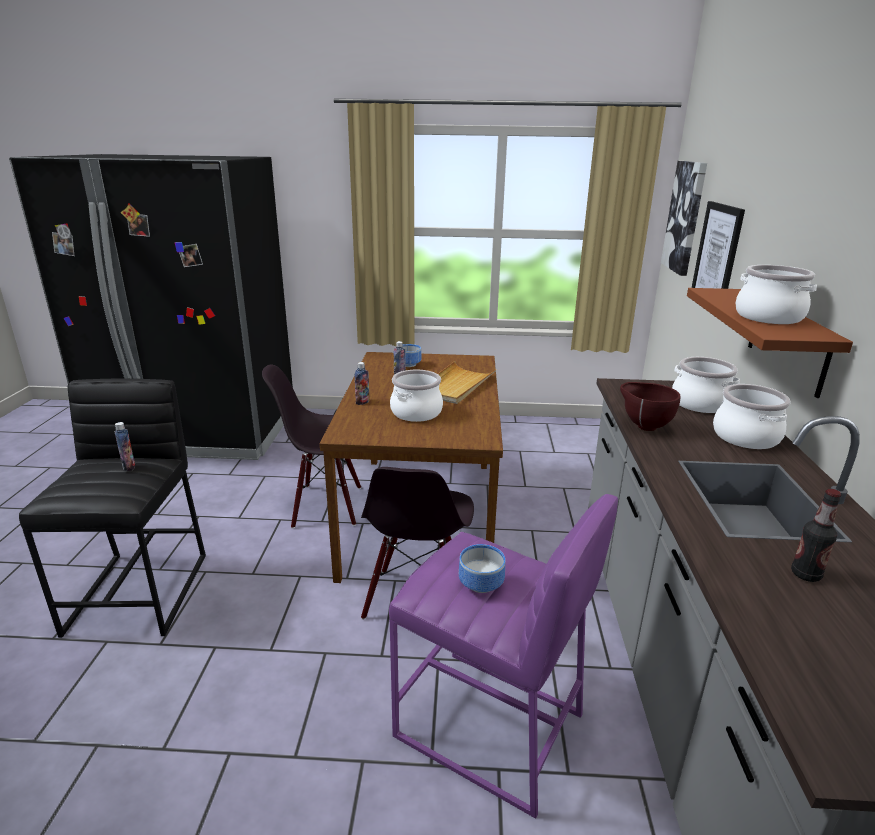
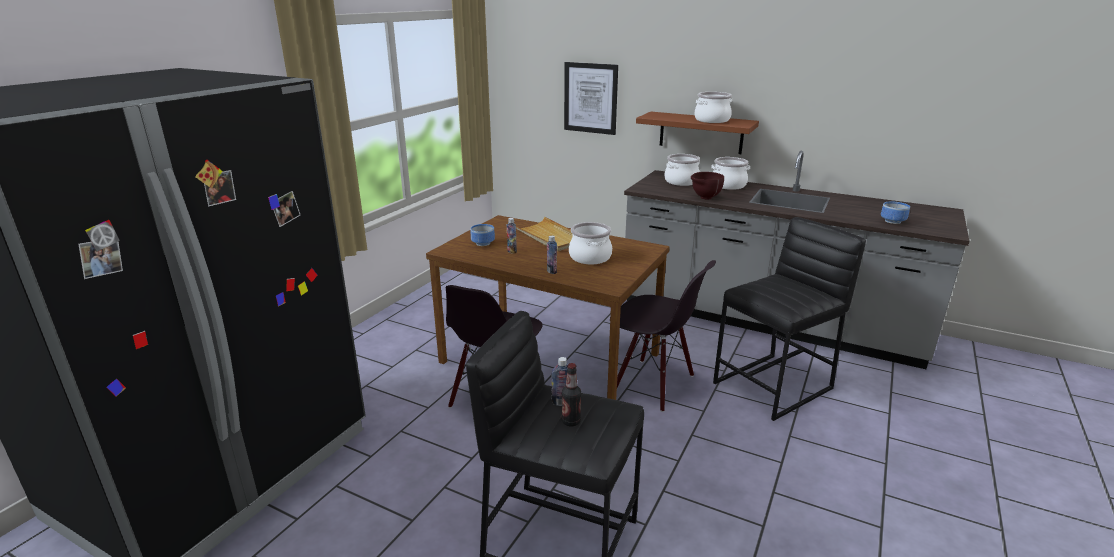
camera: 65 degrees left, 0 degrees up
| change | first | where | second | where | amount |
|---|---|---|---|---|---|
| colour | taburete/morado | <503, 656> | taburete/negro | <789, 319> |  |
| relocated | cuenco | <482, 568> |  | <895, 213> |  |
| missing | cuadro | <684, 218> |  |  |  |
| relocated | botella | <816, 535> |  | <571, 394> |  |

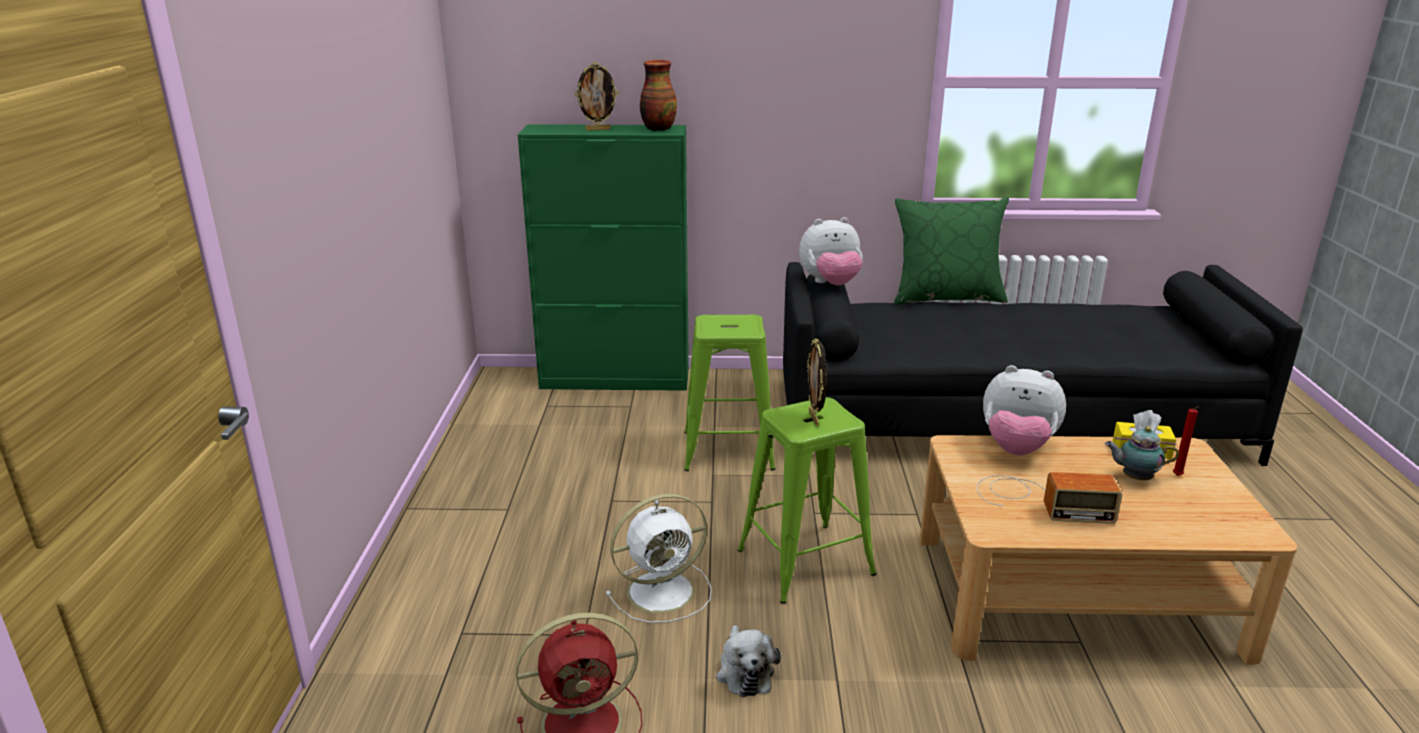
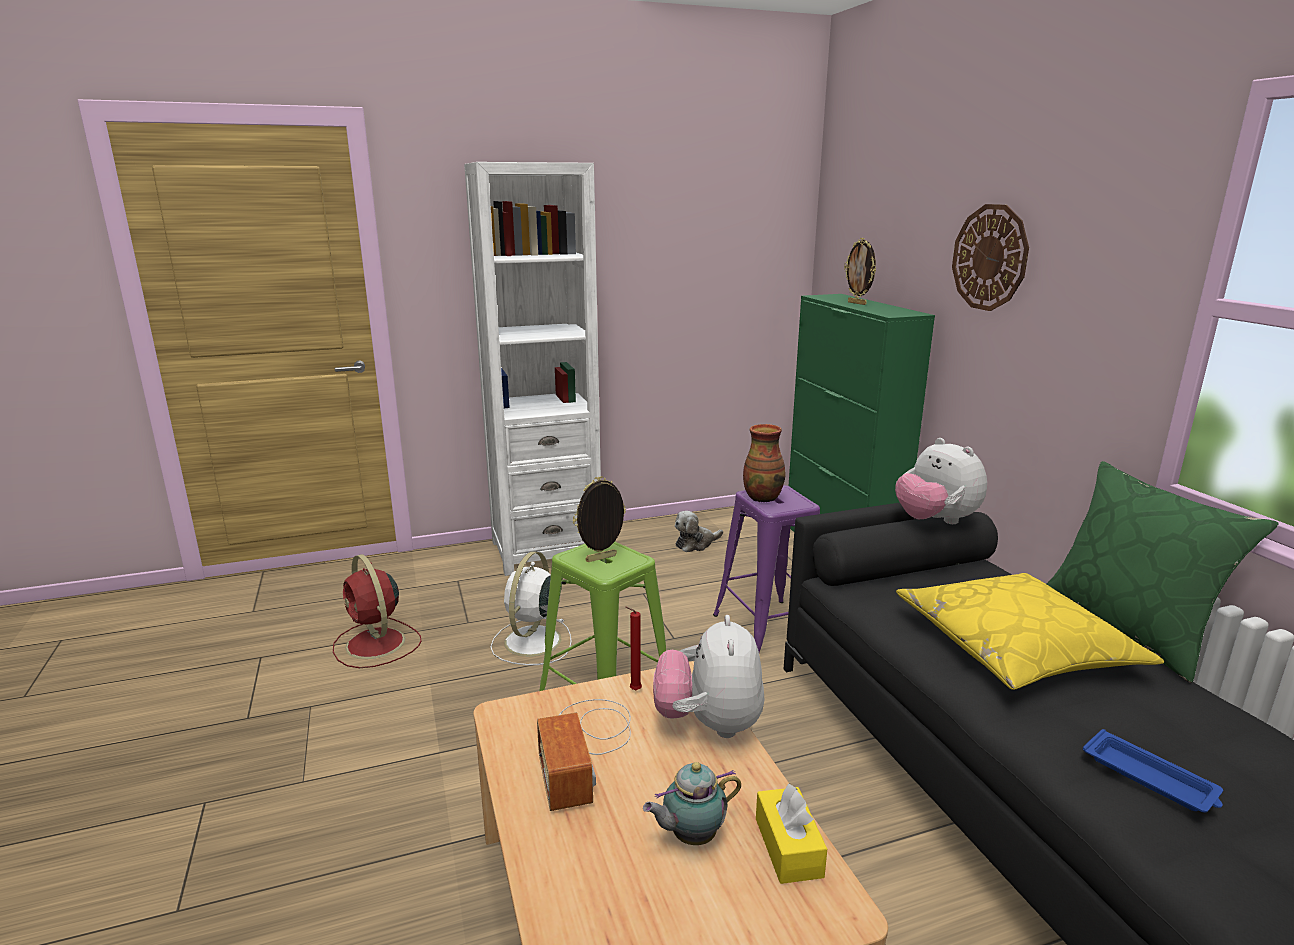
camera: 70 degrees right, 5 degrees down
| change | first | where | second | where | amount |
|---|---|---|---|---|---|
| spun | ventilador/blanco | <659, 558> |  | <531, 608> | 60 degrees clockwise |
| relocated | florero | <658, 95> |  | <764, 463> |  |
| colour | taburete/verde | <730, 392> | taburete/morado | <766, 568> |  |
| relocated | peluche | <748, 661> |  | <699, 531> |  |
| spun | tetera | <1142, 453> |  | <692, 803> | 105 degrees counterclockwise |
| relocated | vela/rojo | <1186, 441> |  | <633, 649> |  |
| appeared |  |  | estantería/blanco | <532, 369> |  |
| appeared |  |  | cojín/amarillo | <1030, 631> |  |
| appeared |  |  | reloj de pared | <990, 257> |  |
| appeared |  |  | bandeja/azul | <1153, 771> |  |

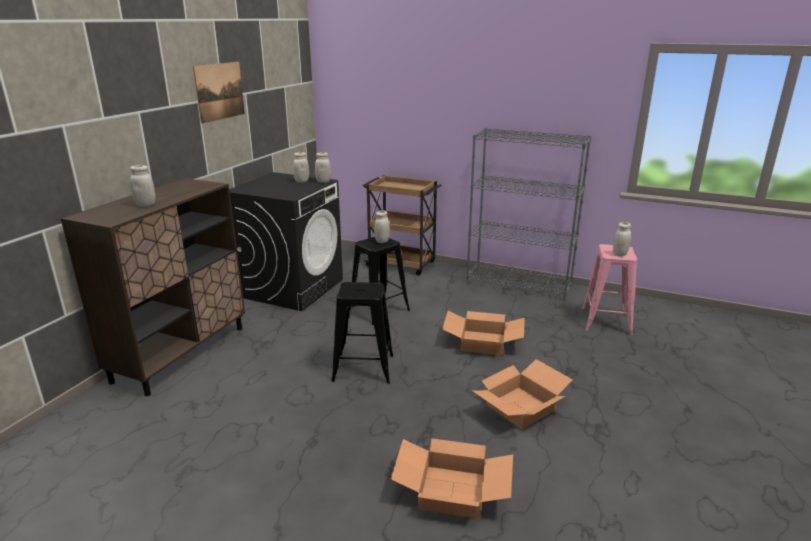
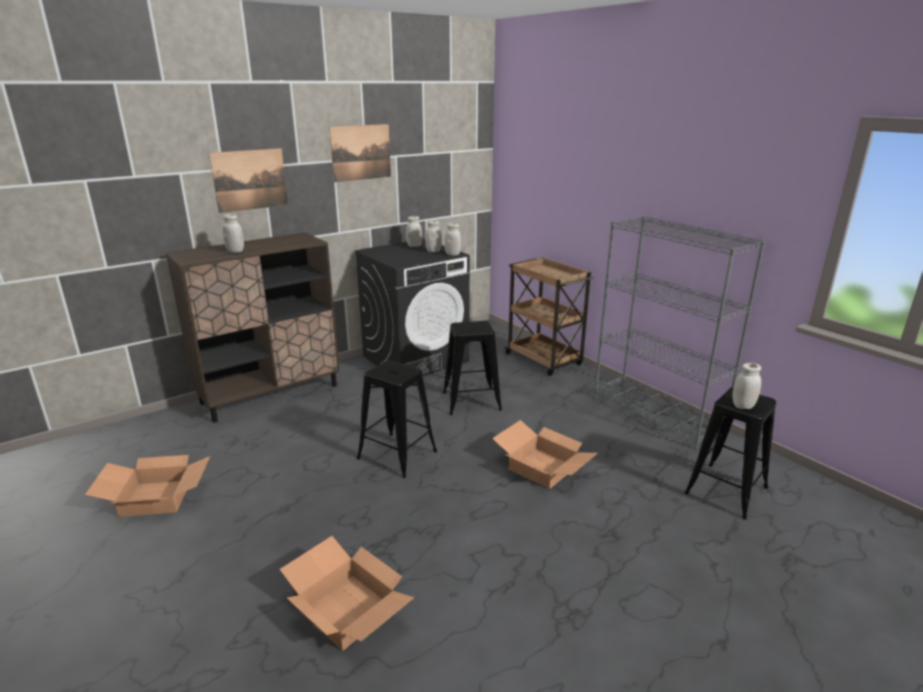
camera: 30 degrees right, 0 degrees up
| change | first | where | second | where | amount |
|---|---|---|---|---|---|
| relocated | tarro/blanco | <382, 226> |  | <414, 231> |  |
| relocated | caja de cartón | <523, 394> |  | <147, 486> |  |
| colour | taburete/rosa | <609, 289> | taburete/negro | <730, 453> |  |
| appeared |  |  | cuadro | <248, 180> |  |

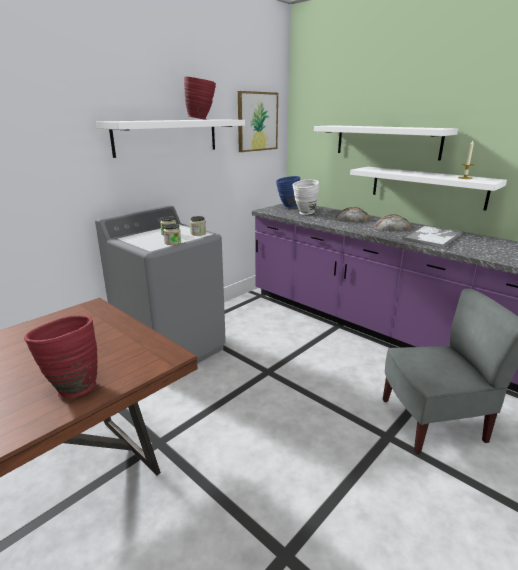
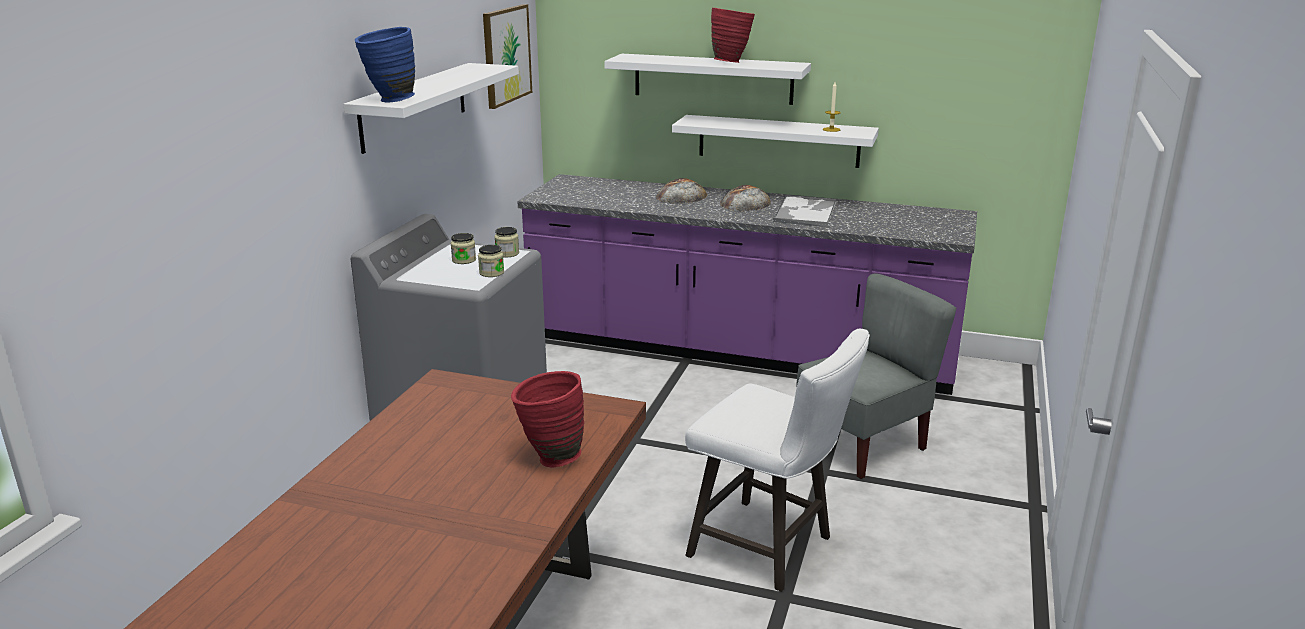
camera: 25 degrees left, 0 degrees up
| change | first | where | second | where | amount |
|---|---|---|---|---|---|
| relocated | florero/rojo | <200, 98> |  | <733, 35> |  |
| relocated | florero/azul | <288, 192> |  | <385, 64> |  |
| missing | florero/blanco | <305, 197> |  |  |  |
| appeared |  |  | taburete/blanco | <777, 460> |  |

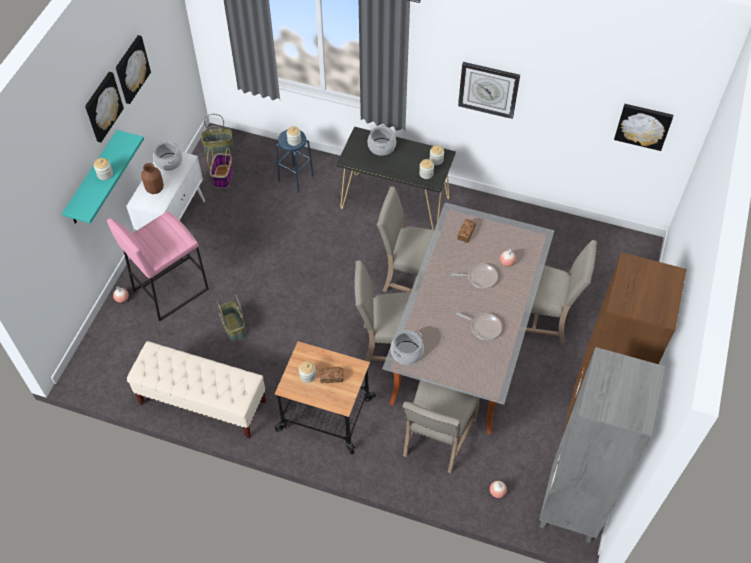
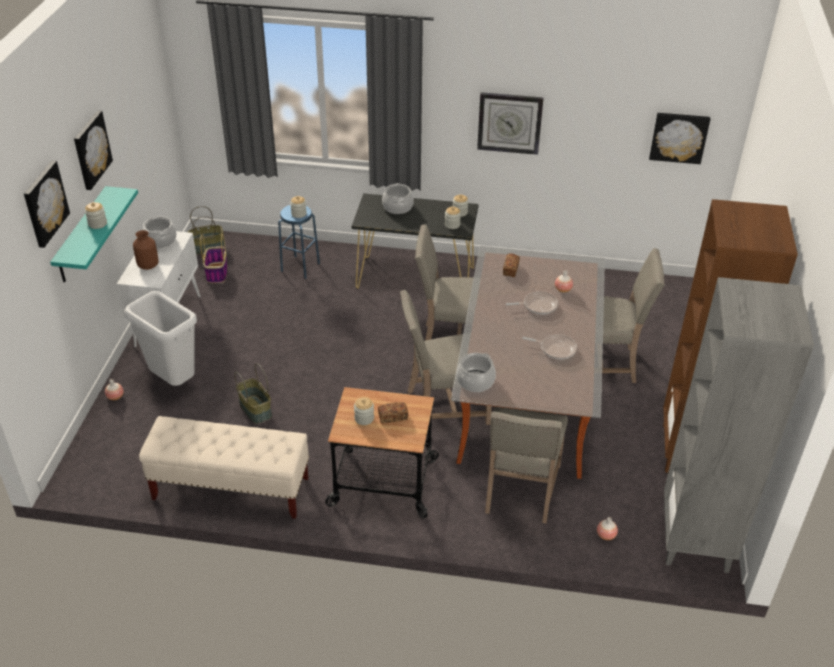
camera: 10 degrees left, 15 degrees down
| change | first | where | second | where | amount |
|---|---|---|---|---|---|
| exchanged | taburete/rosa | <158, 266> | papelera/blanco | <160, 338> |  |
| relocated | cuadro | <133, 69> |  | <47, 204> |  |

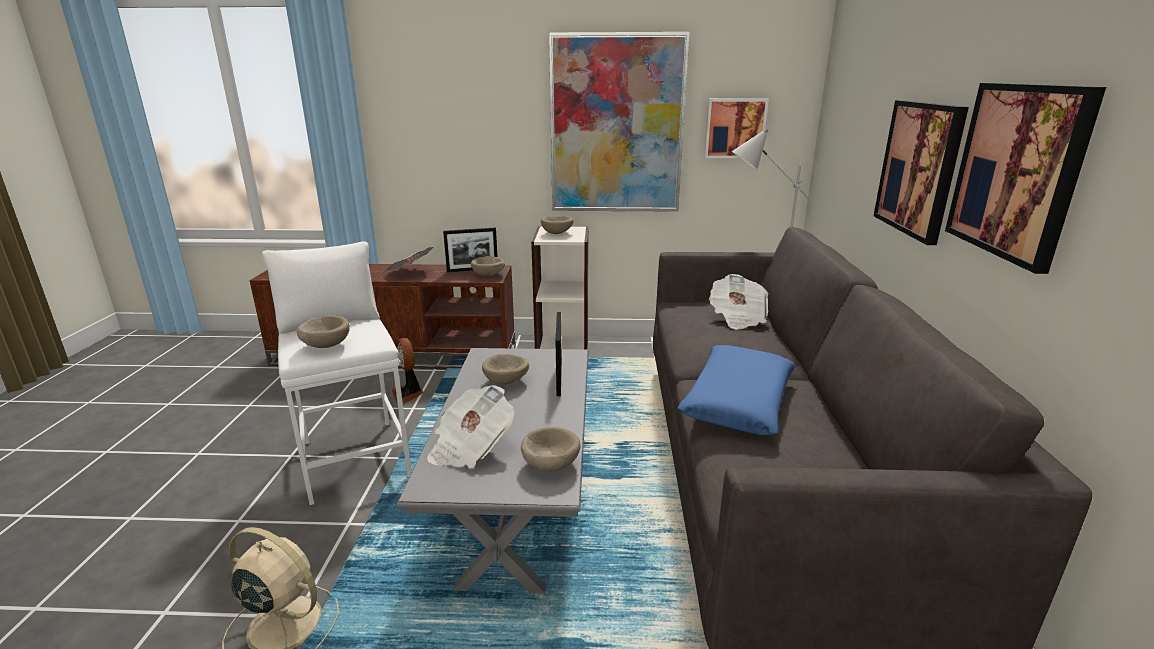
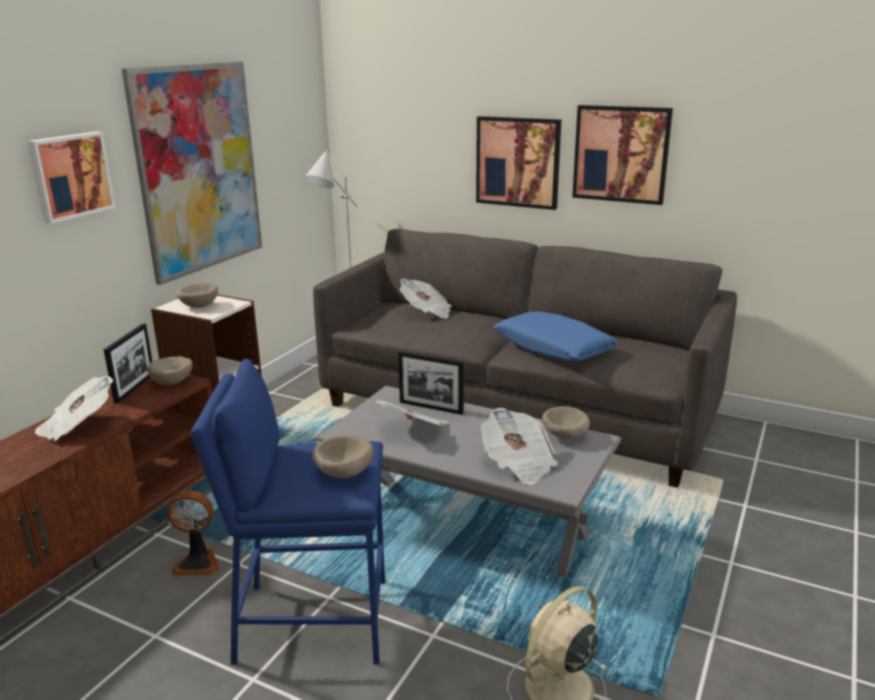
camera: 65 degrees left, 0 degrees up
| change | first | where | second | where | amount |
|---|---|---|---|---|---|
| colour | taburete/blanco | <337, 373> | taburete/azul | <288, 512> |  |
| exchanged | cuenco/beis | <505, 369> | periódico | <412, 413> |  |
| relocated | cuadro | <736, 128> |  | <71, 178> |  |

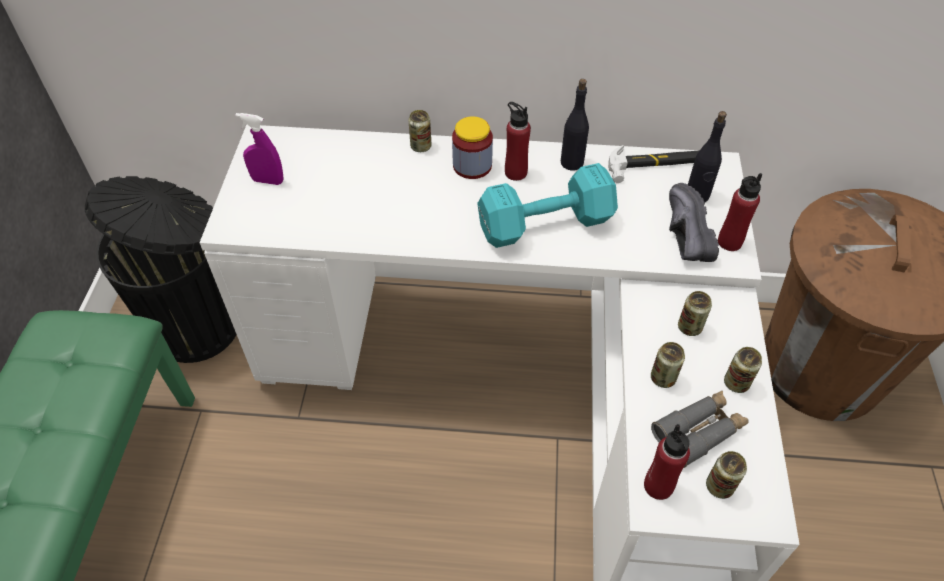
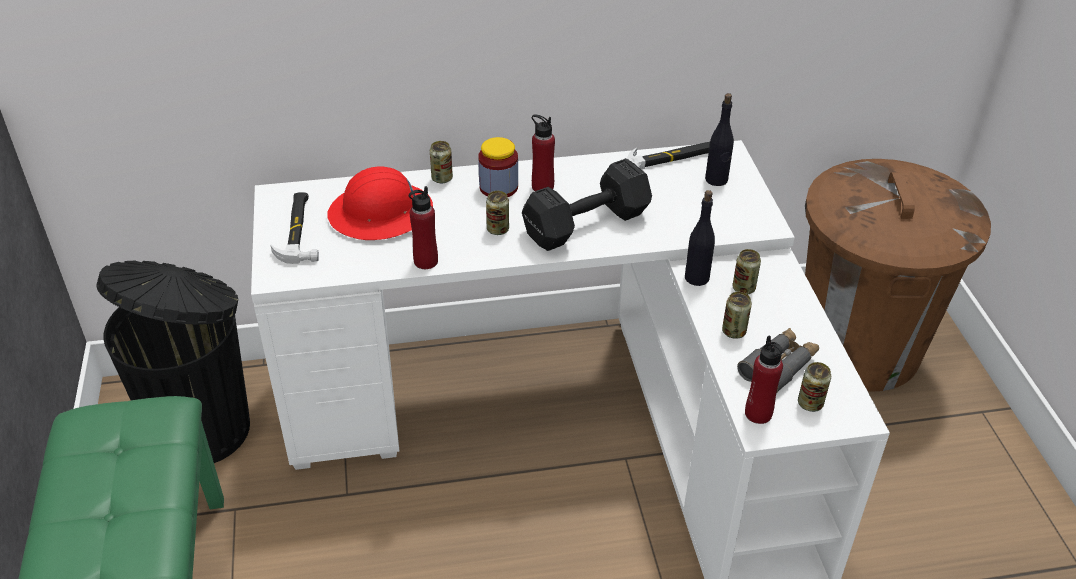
camera: 15 degrees left, 10 degrees down
| change | first | where | second | where | amount |
|---|---|---|---|---|---|
| exchanged | pulverizador/morado | <260, 149> | martillo | <295, 228> |  |
| colour | mancuerna/turquesa | <547, 205> | mancuerna/negro | <587, 204> |  |
| relocated | botella/negro | <575, 125> |  | <700, 238> |  |
| missing | zapato/negro | <694, 222> |  |  |  |
| relocated | botella/rojo | <740, 212> |  | <423, 227> |  |
| relocated | lata | <743, 370> |  | <497, 213> |  |
| appeared |  |  | casco/rojo | <380, 203> |  |

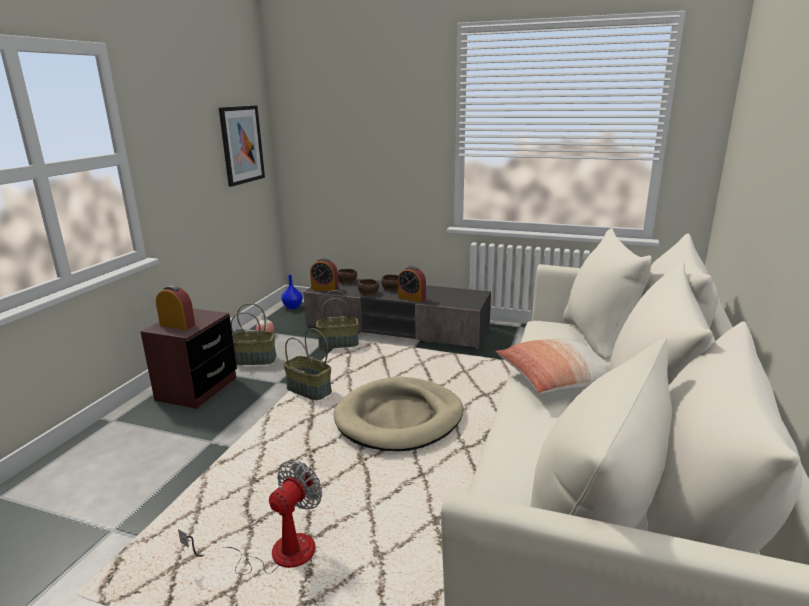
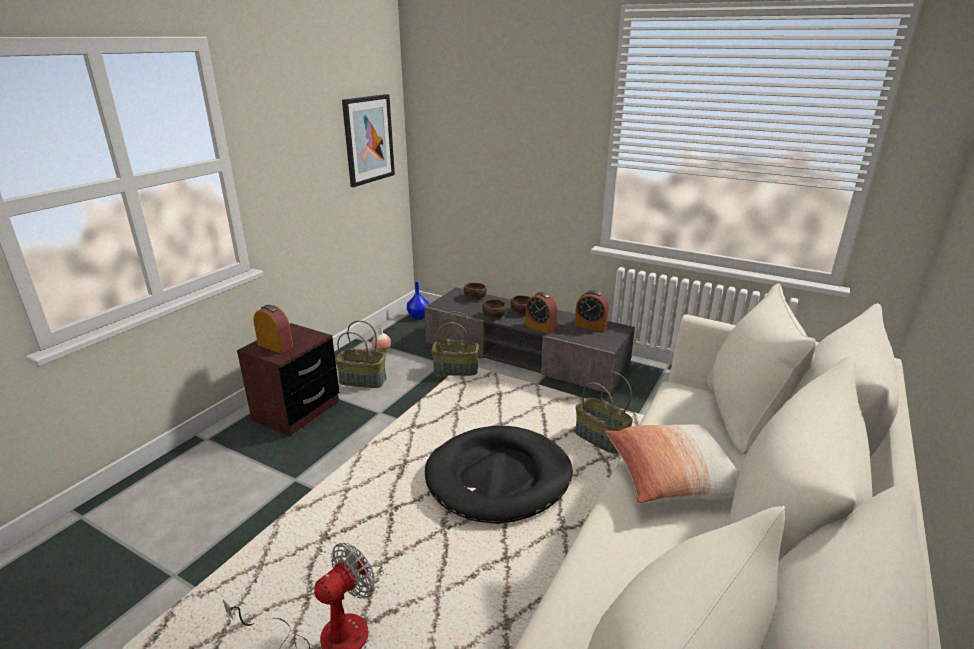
camera: 10 degrees right, 5 degrees up
| change | first | where | second | where | amount |
|---|---|---|---|---|---|
| relocated | cesta | <307, 364> |  | <604, 413> |  |
| relocated | despertador | <324, 275> |  | <592, 310> |  |
| colour | cama para perro/beis | <398, 414> | cama para perro/negro | <499, 475> |  |

